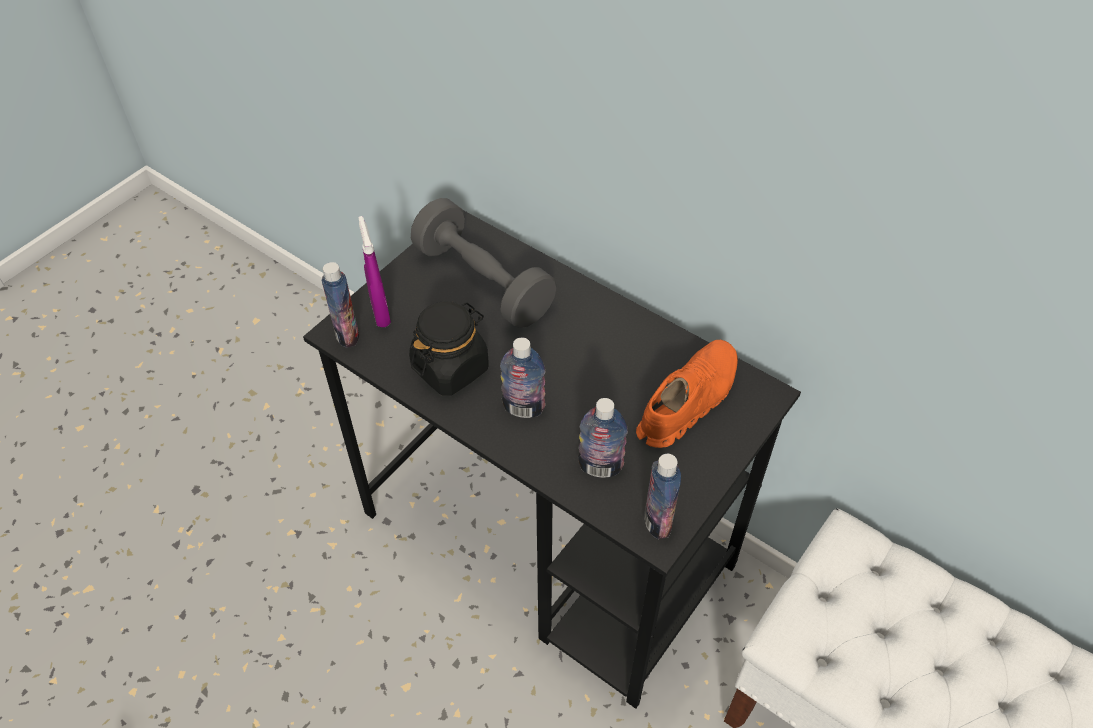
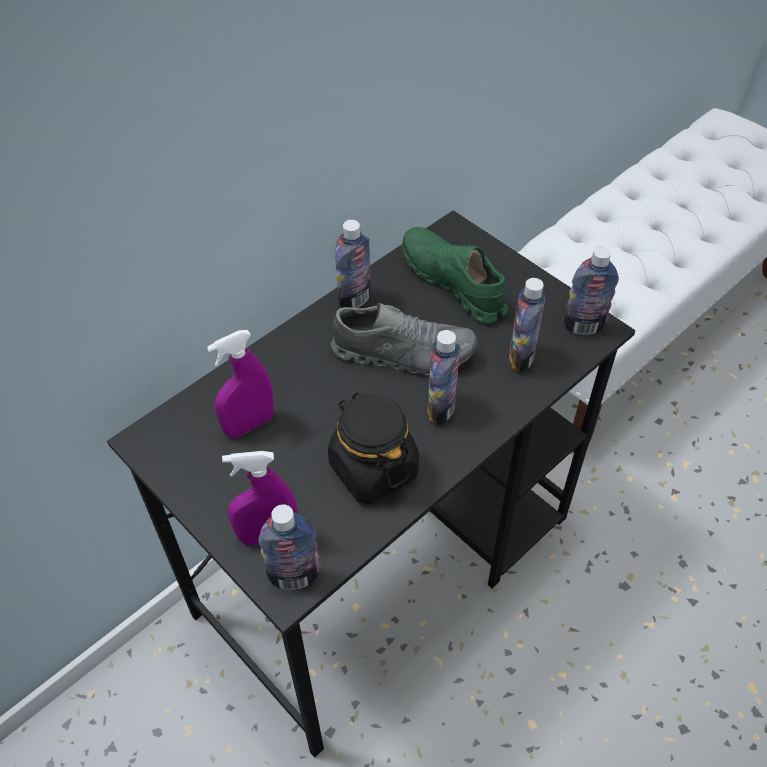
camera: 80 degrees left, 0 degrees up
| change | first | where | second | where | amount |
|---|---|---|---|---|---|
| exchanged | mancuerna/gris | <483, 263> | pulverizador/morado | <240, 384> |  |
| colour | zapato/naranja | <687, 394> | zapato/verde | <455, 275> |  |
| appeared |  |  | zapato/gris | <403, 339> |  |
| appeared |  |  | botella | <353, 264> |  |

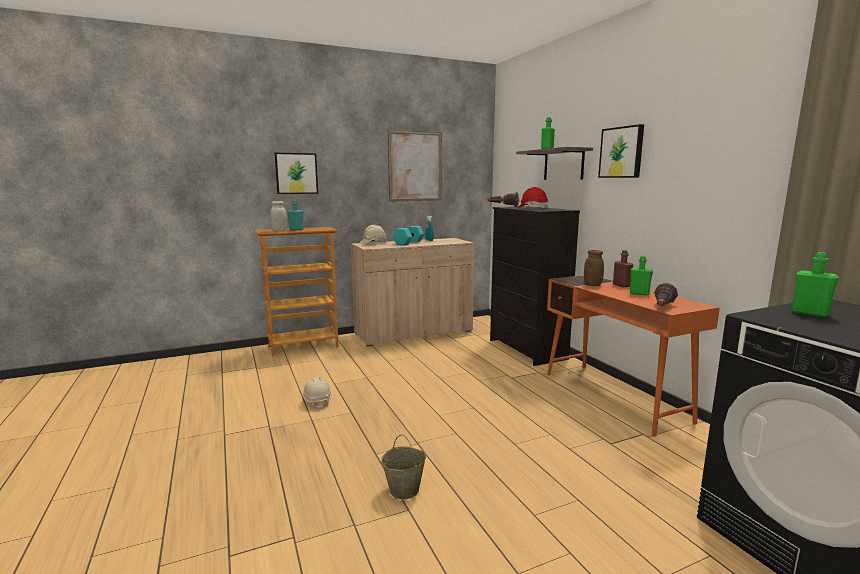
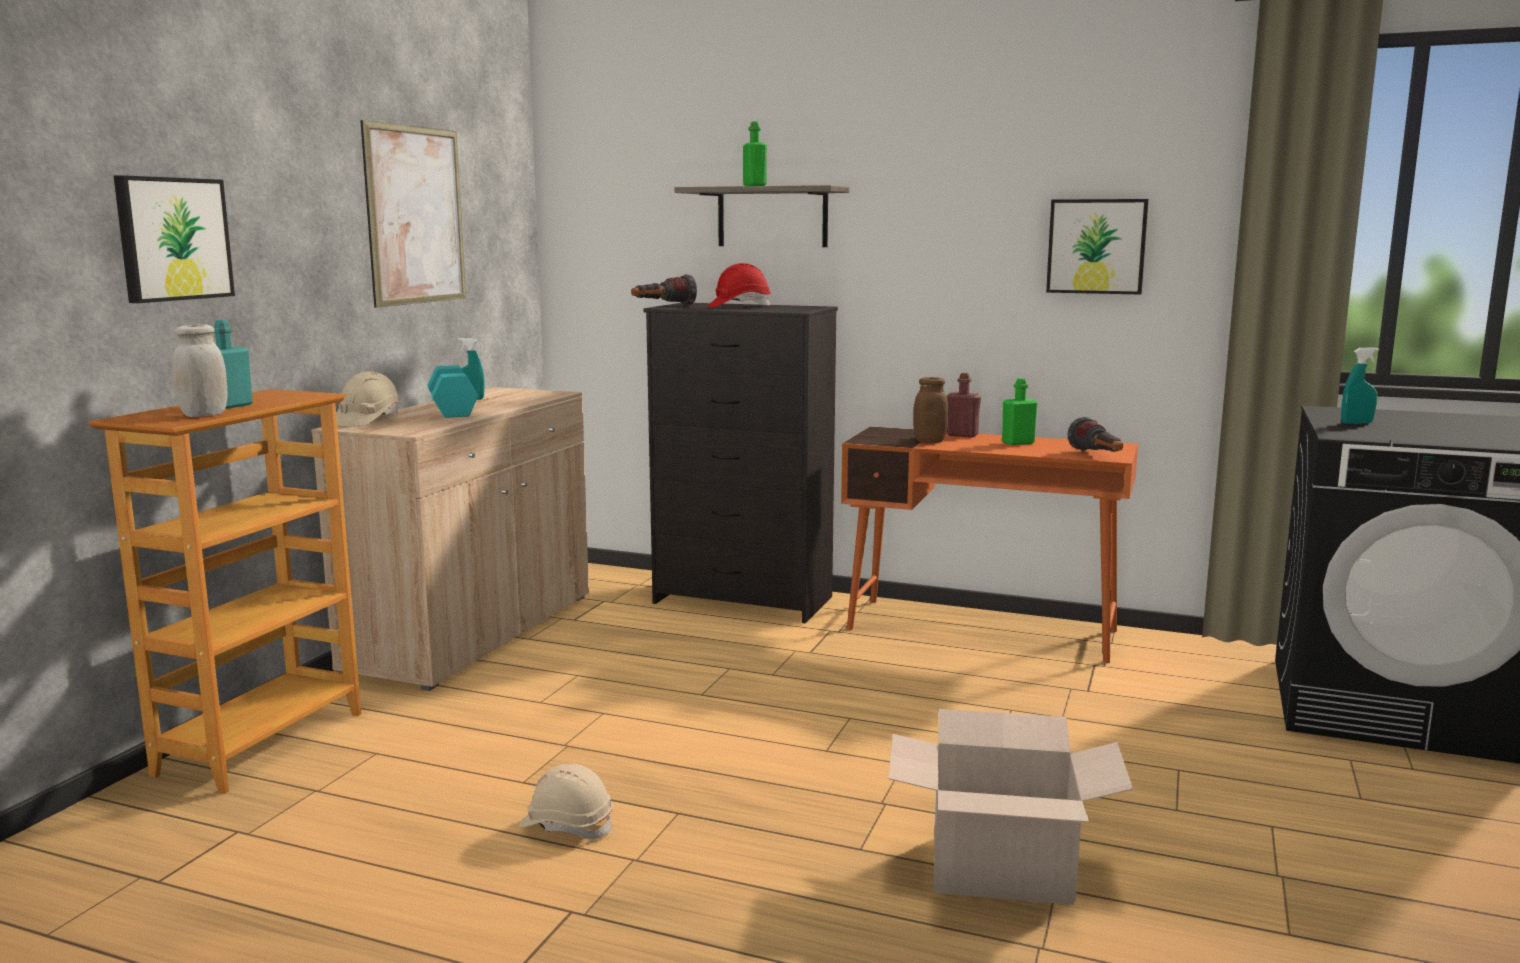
camera: 45 degrees left, 0 degrees up
| change | first | where | second | where | amount |
|---|---|---|---|---|---|
| exchanged | cubo/beis | <403, 466> | caja de cartón | <1010, 807> |  |
| relocated | cuadro | <621, 151> |  | <1097, 247> |  |
| exchanged | botella/verde | <815, 284> | pulverizador/turquesa | <1360, 385> |  |

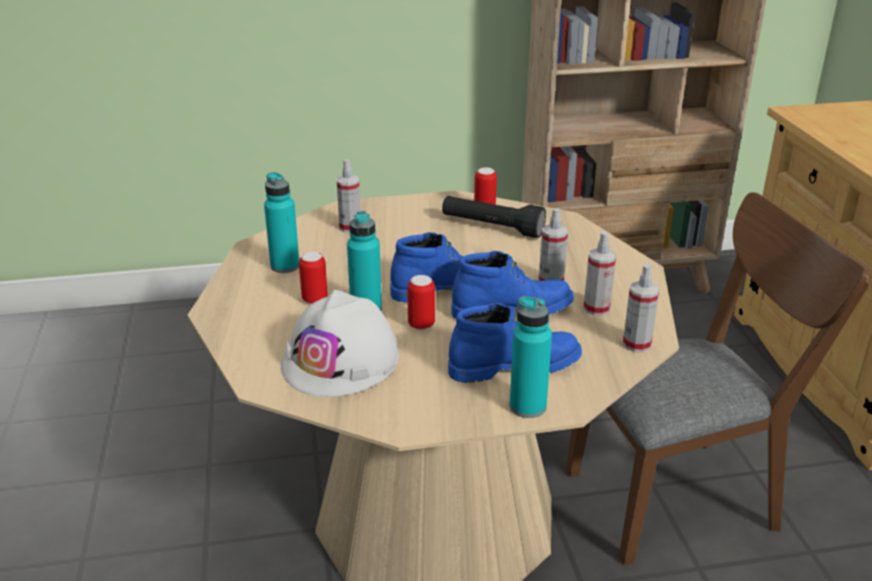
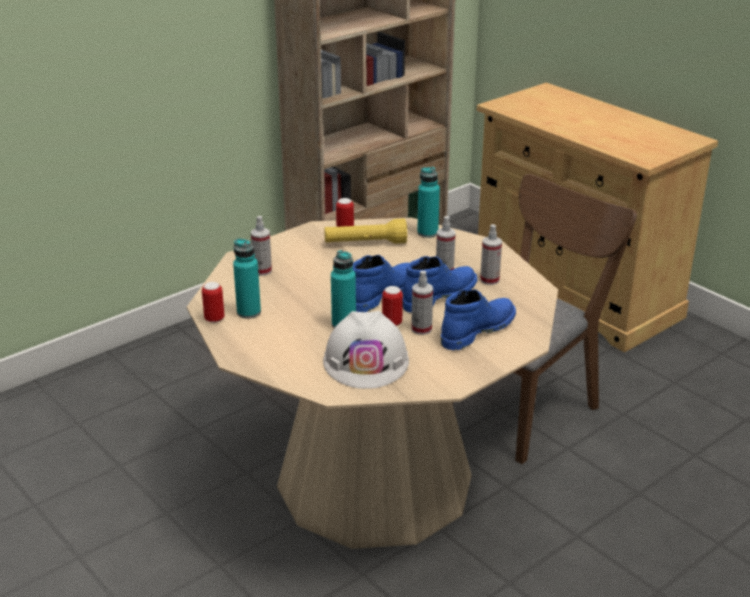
camera: 30 degrees left, 0 degrees up
| change | first | where | second | where | amount |
|---|---|---|---|---|---|
| relocated | lata | <313, 278> |  | <213, 302> |  |
| colour | linterna/negro | <494, 217> | linterna/amarillo | <365, 231> |  |
| relocated | botella/turquesa | <531, 357> |  | <428, 202> |  |
| relocated | pulverizador | <641, 308> |  | <422, 303> |  |

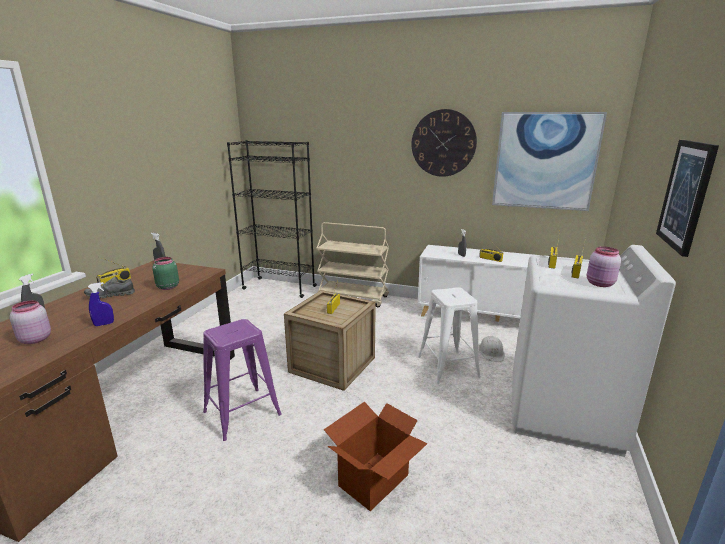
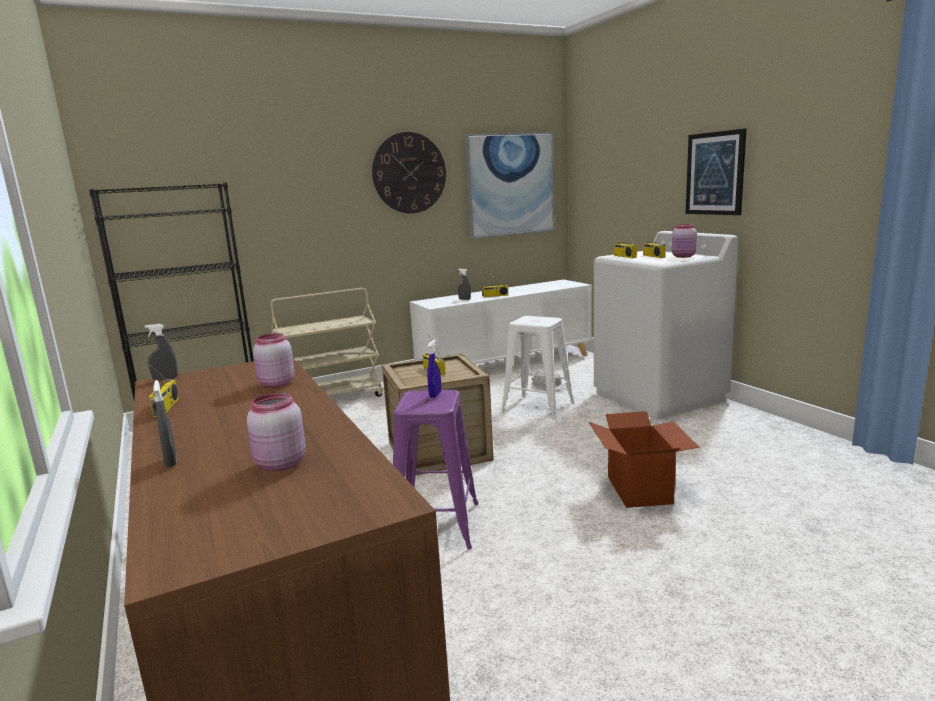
camera: 45 degrees left, 5 degrees down
| change | first | where | second | where | amount |
|---|---|---|---|---|---|
| missing | zapato/gris | <109, 287> |  |  |  |
| relocated | pulverizador/azul | <101, 304> |  | <434, 369> |  |
| colour | tarro/verde | <165, 273> | tarro/rosa | <273, 360> |  |

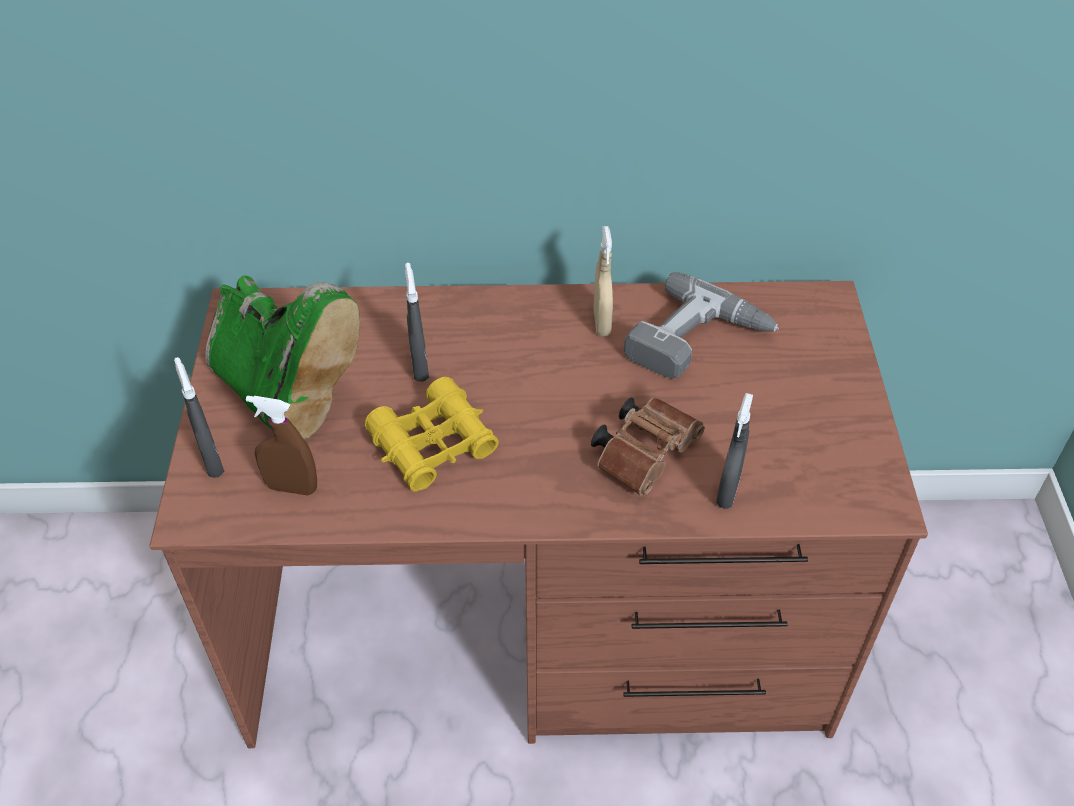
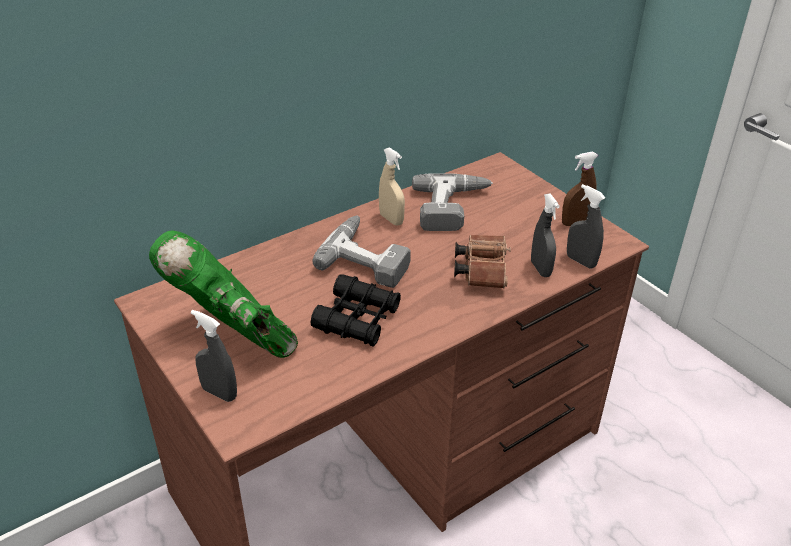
camera: 35 degrees left, 10 degrees down
| change | first | where | second | where | amount |
|---|---|---|---|---|---|
| spun | bota/verde | <282, 357> |  | <223, 294> | 150 degrees counterclockwise |
| relocated | pulverizador/marrón | <281, 446> |  | <580, 188> |  |
| colour | prismáticos/amarillo | <432, 434> | prismáticos/negro | <355, 310> |  |
| relocated | pulverizador/gris | <417, 322> |  | <586, 226> |  |
| appeared |  |  | taladro | <361, 252> |  |

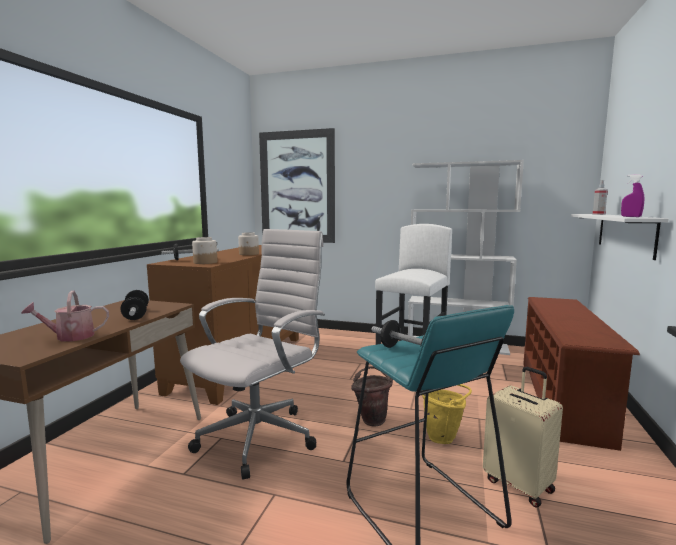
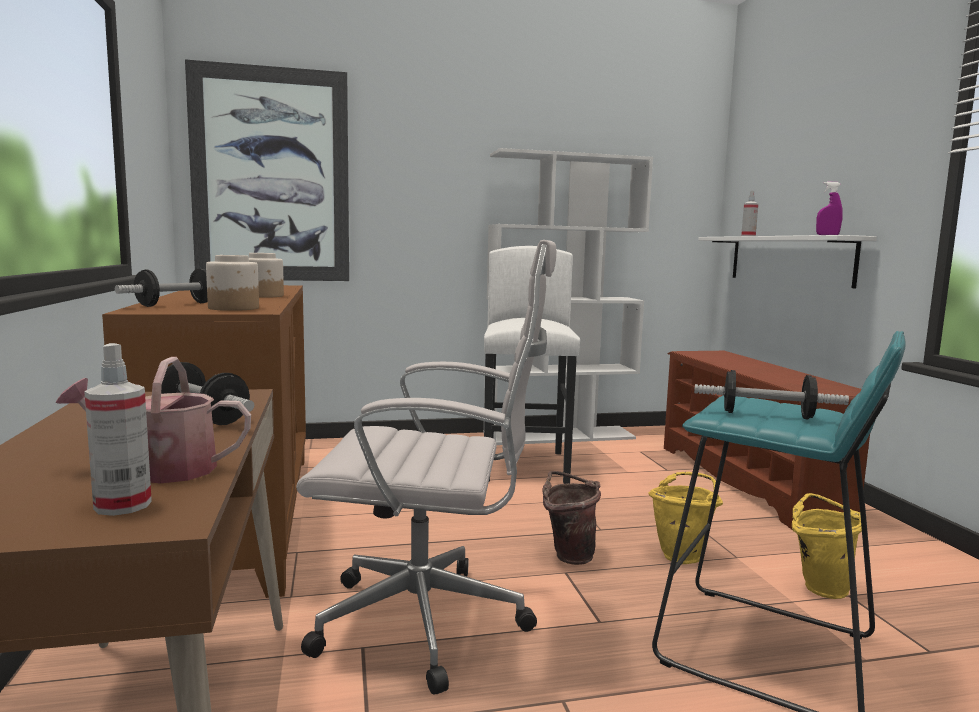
camera: 30 degrees left, 0 degrees up
| change | first | where | second | where | amount |
|---|---|---|---|---|---|
| spun | regadera | <65, 316> |  | <153, 420> | 45 degrees clockwise |
| spun | silla de oficina/blanco | <252, 354> |  | <426, 467> | 90 degrees clockwise |
| exchanged | maleta/beis | <523, 437> | cubo/amarillo | <827, 546> |  |
| appeared |  |  | pulverizador | <118, 429> |  |

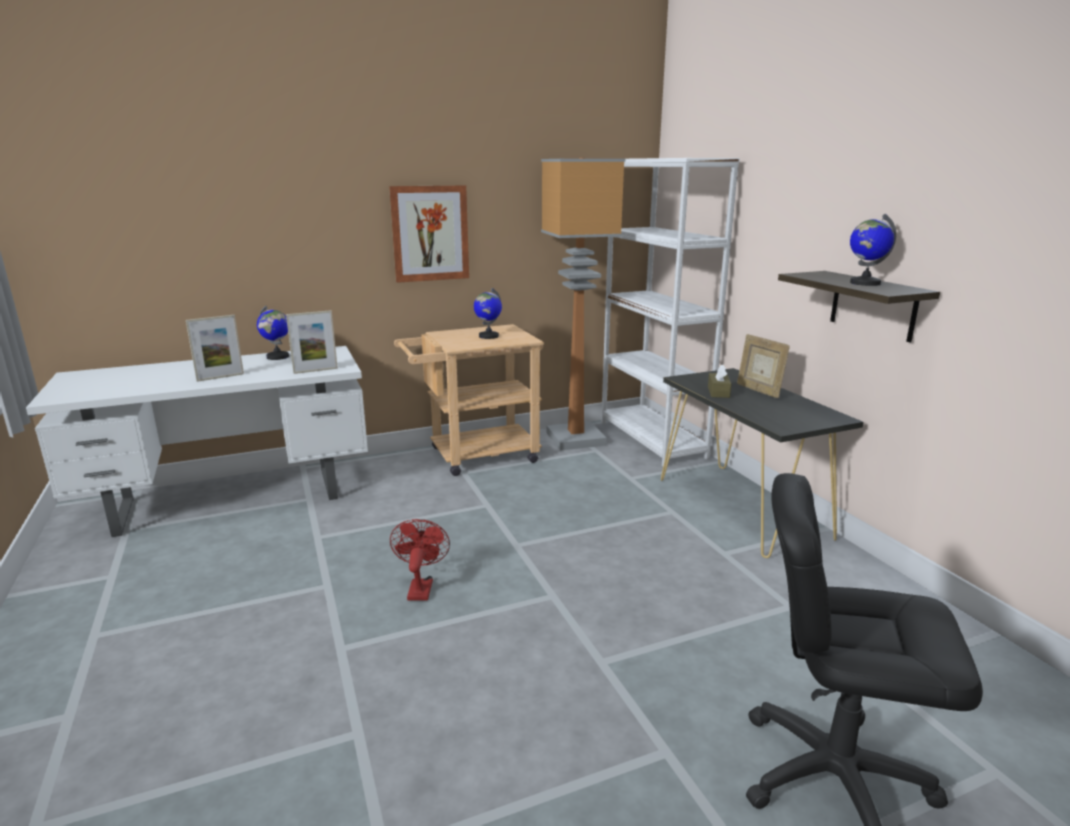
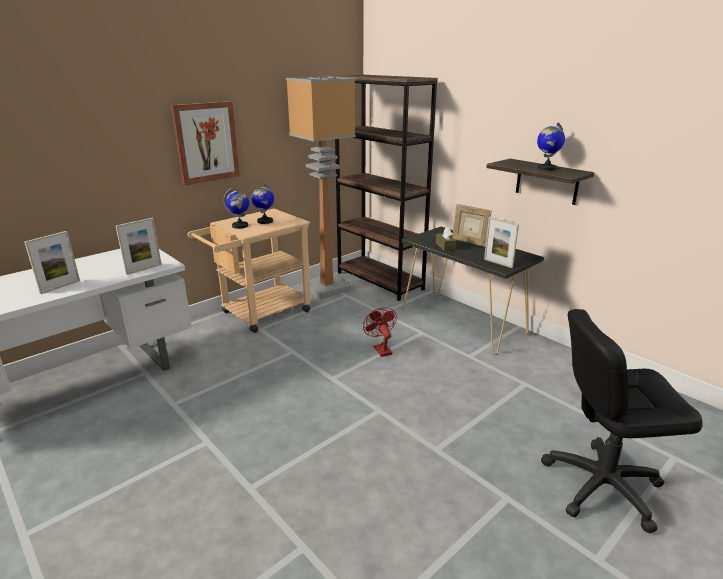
camera: 20 degrees left, 5 degrees up
| change | first | where | second | where | amount |
|---|---|---|---|---|---|
| relocated | globo terráqueo | <273, 333> |  | <236, 208> |  |
| relocated | ventilador/rojo | <420, 560> |  | <380, 332> |  |
| colour | estantería/blanco | <670, 312> | estantería/marrón | <385, 188> |  |
| appeared |  |  | portarretratos | <501, 242> |  |

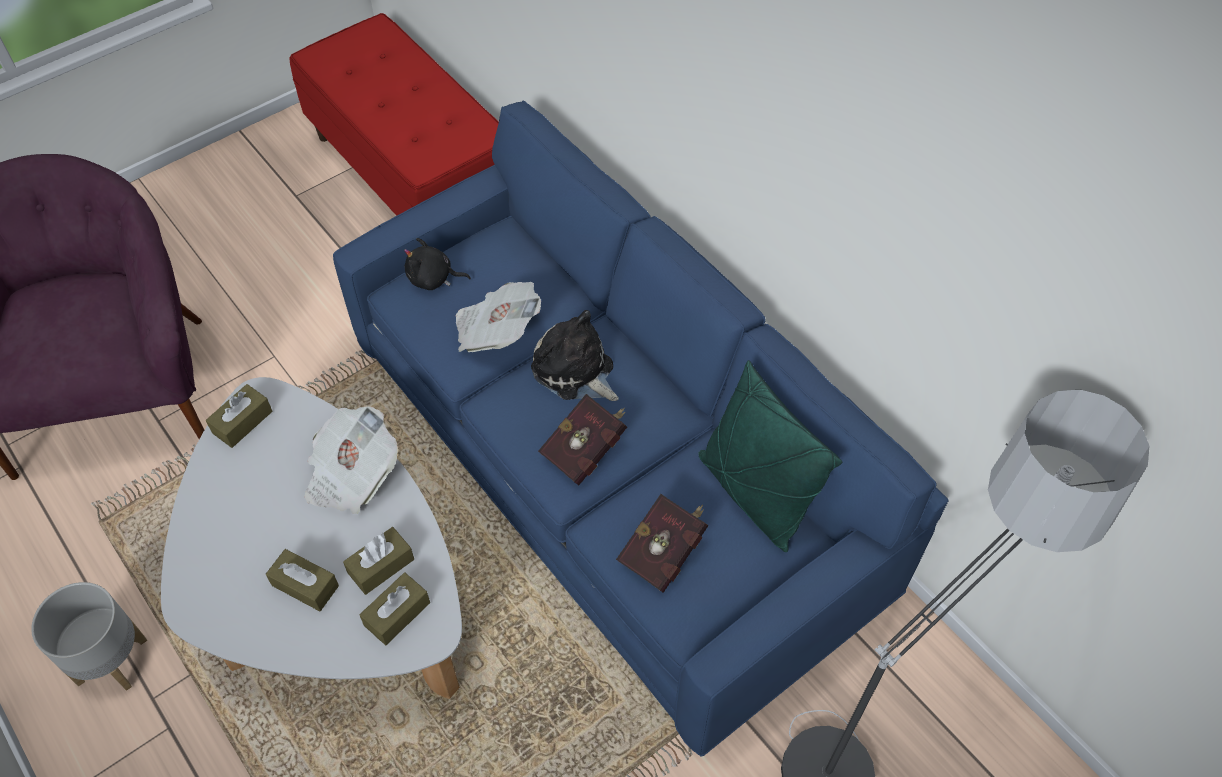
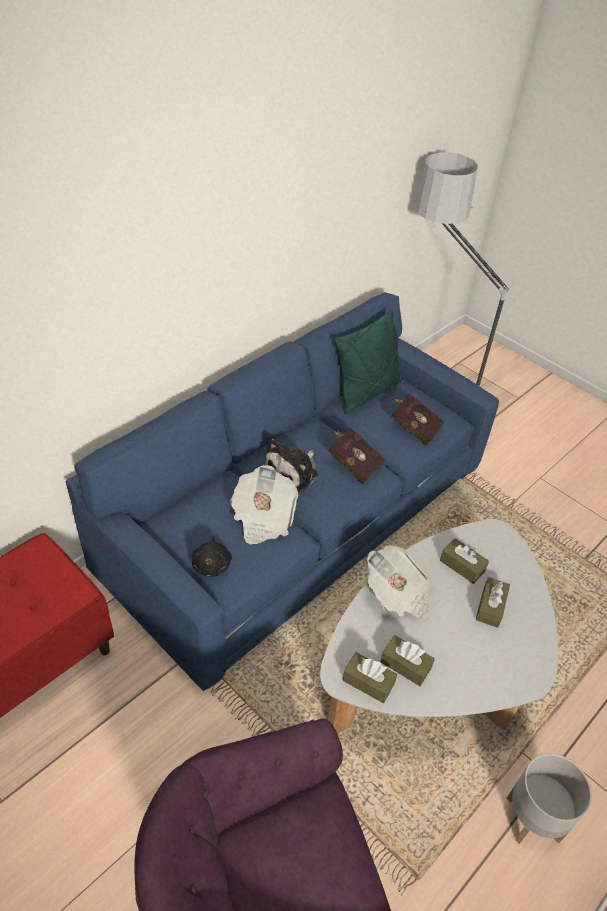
camera: 100 degrees left, 10 degrees down
| change | first | where | second | where | amount |
|---|---|---|---|---|---|
| relocated | caja de pañuelos/marrón | <395, 608> |  | <407, 660> |  |

